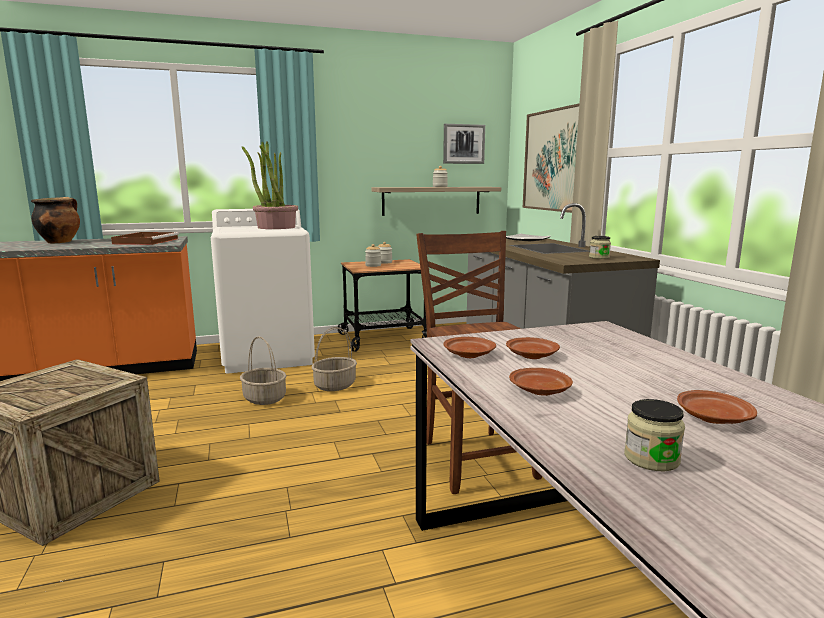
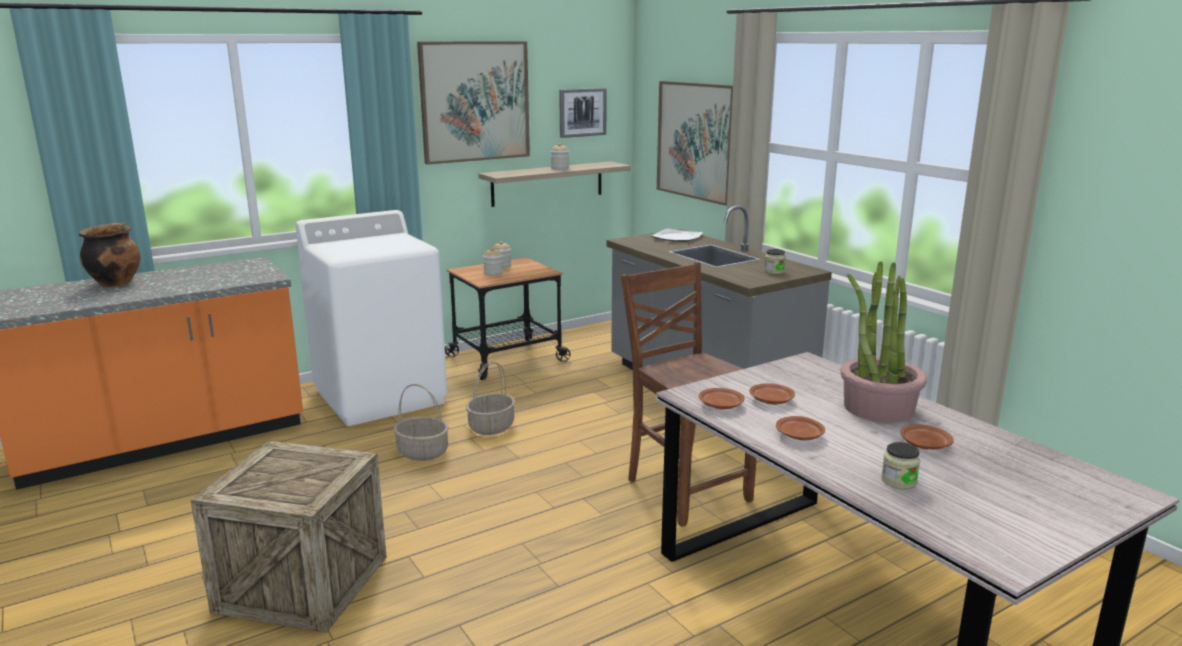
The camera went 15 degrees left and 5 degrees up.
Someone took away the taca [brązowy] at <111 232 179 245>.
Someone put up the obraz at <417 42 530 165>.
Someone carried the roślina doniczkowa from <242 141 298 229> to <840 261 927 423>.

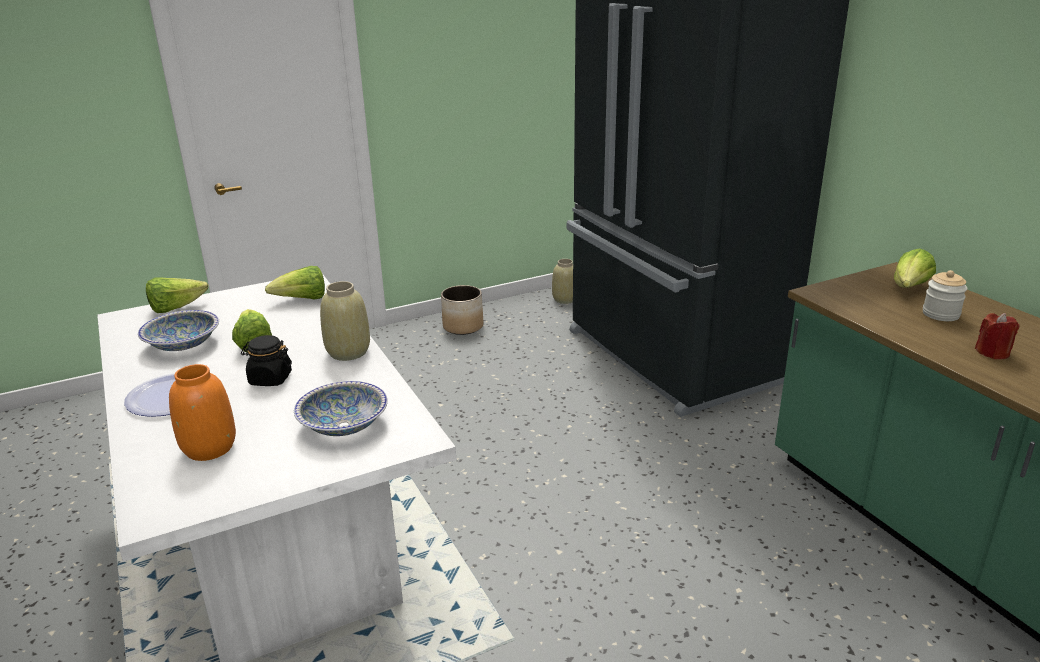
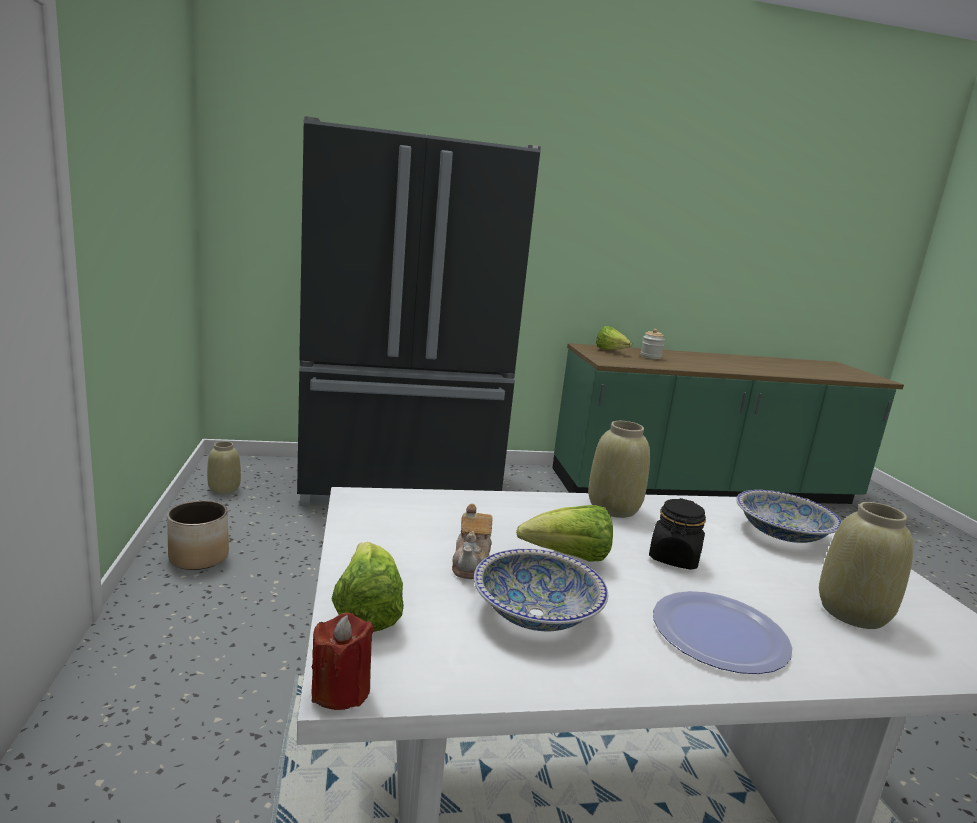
The camera went 75 degrees left and 10 degrees down.
Someone took away the sałata at <265 266 325 300>.
Someone put down the imbryk at <452 504 492 579>.
Someone carried the świeca [czerwony] from <975 313 1020 359> to <312 612 374 710>.
Someone repainted the wazon [pomarańczowy] at <169 364 236 461>, which became the wazon [beżowy] at <819 502 914 629>.

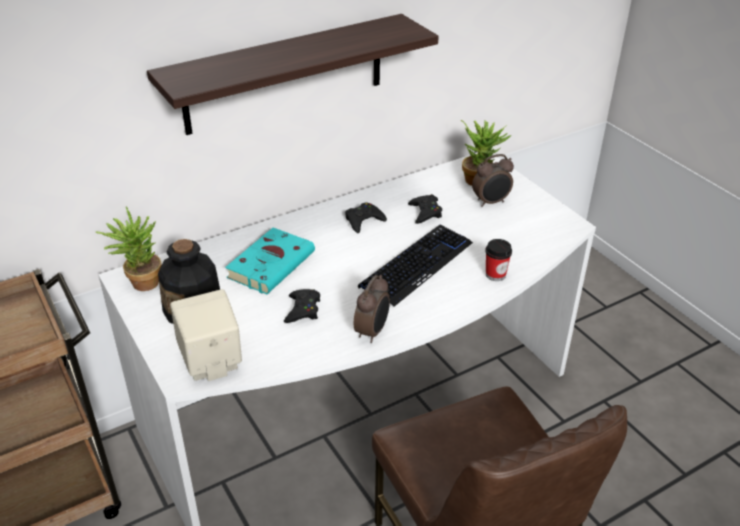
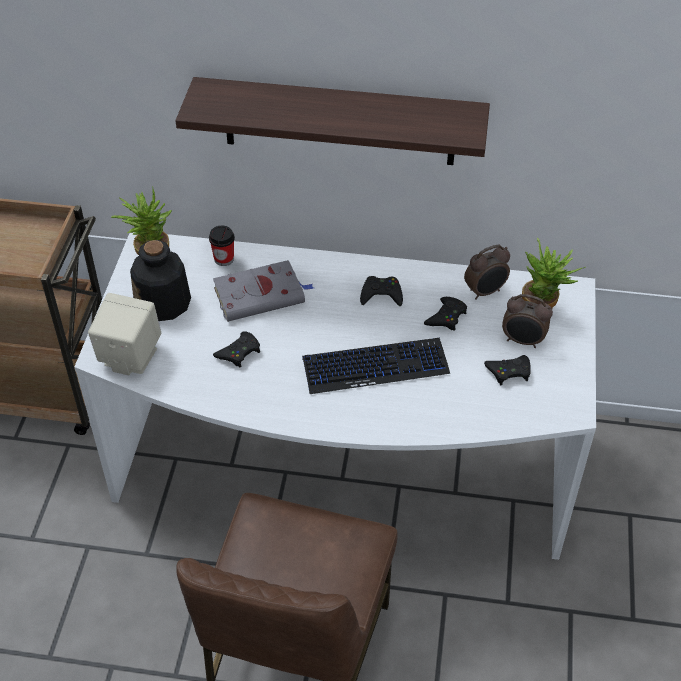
The camera went 40 degrees right and 10 degrees up.
Someone put down the pad do gier [czarny] at <484 355 531 385>.
Someone carried the budzik from <354 275 390 343> to <464 245 510 300>.
Someone carried the filiżanka from <485 239 512 281> to <209 226 235 266>.
Someone repainted the książka [turkusowy] at <225 227 315 294>, which became the książka [szary] at <213 260 314 322>.

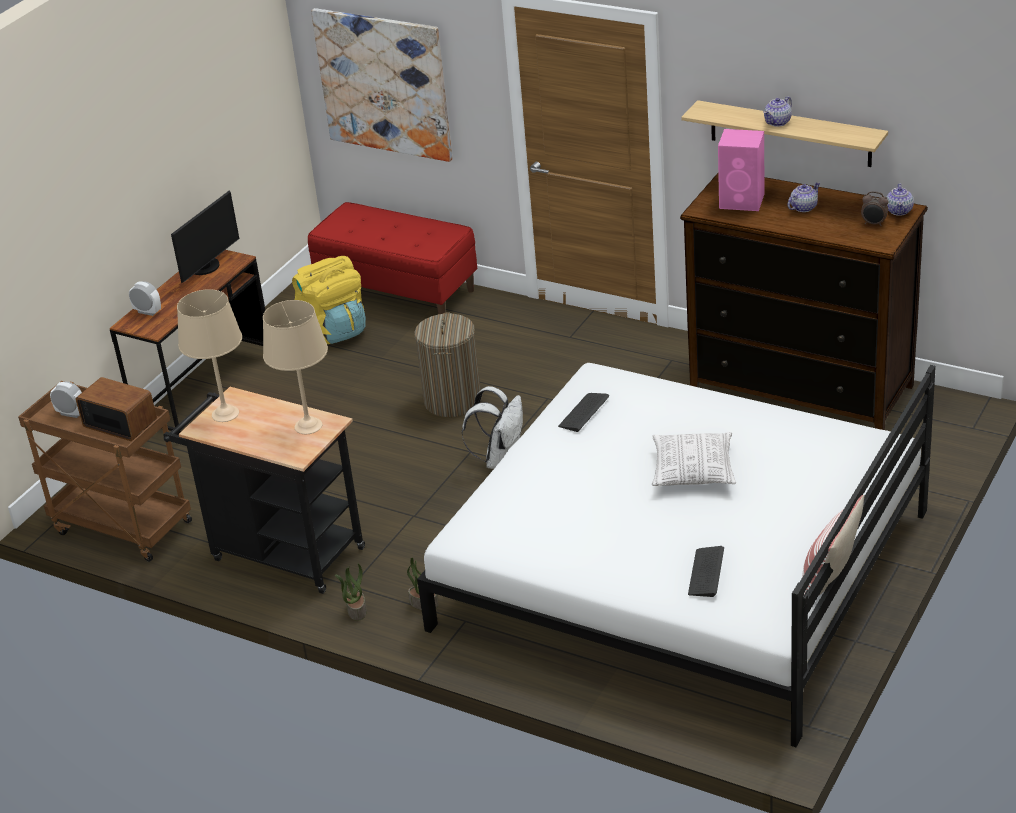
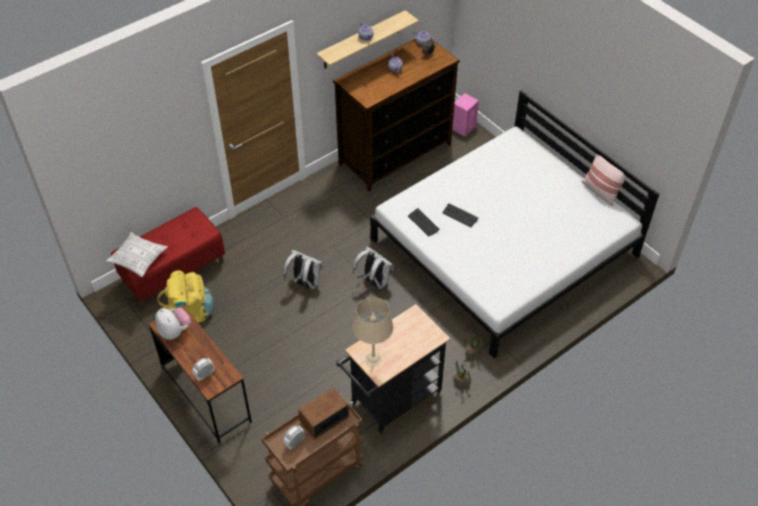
The camera went 70 degrees left and 15 degrees up.
Someone took away the lampa stołowa [beżowy] at <263 300 328 434>.
Someone took away the obraz at <311 8 453 162>.
Someone carried the poduszka from <652 432 736 486> to <106 232 168 277>.
Someone carried the klawiatura from <688 546 724 597> to <442 203 478 227>.
Someone carried the głośnik [różowy] from <718 129 764 211> to <452 93 479 136>.
Someone swapped the monitor at <171 190 239 283> for the pluszak at <155 308 191 340>.
Someone swapped the kosz na pranie at <414 312 482 417> for the plecak [biały] at <284 250 323 290>.

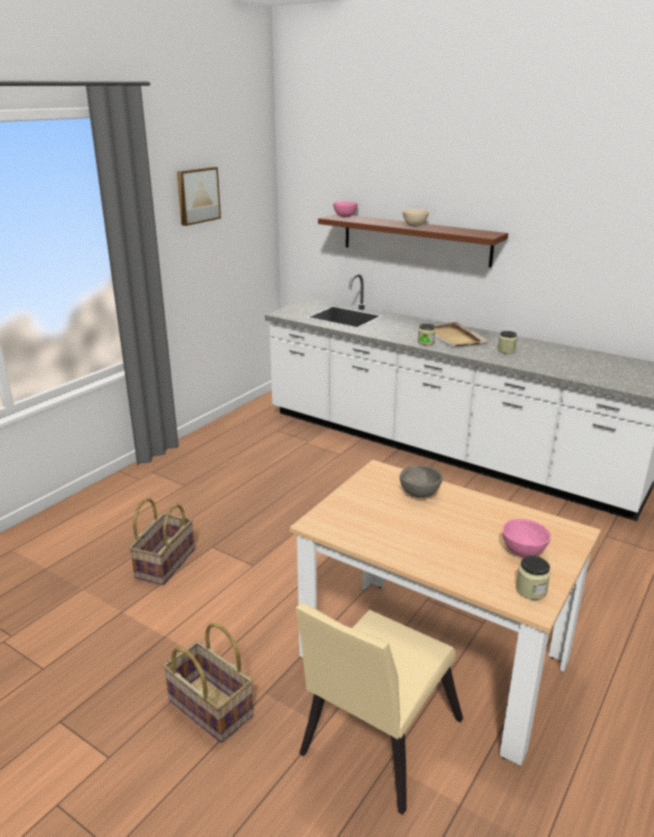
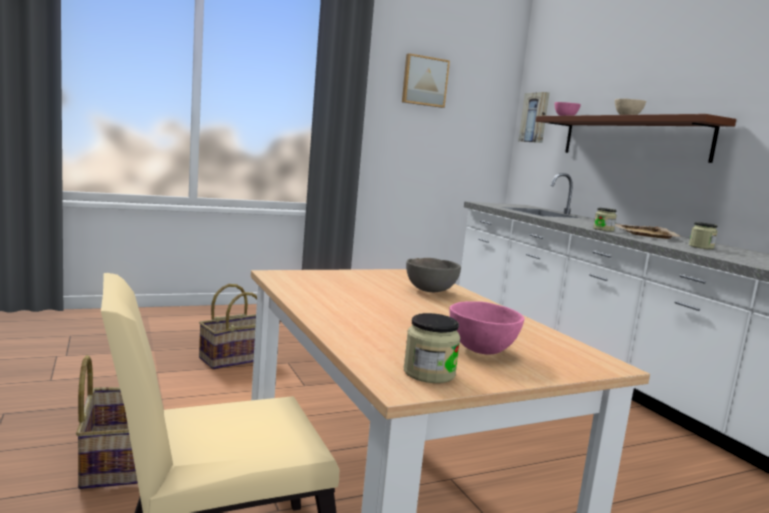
The camera went 30 degrees right and 15 degrees down.
Someone put up the obraz at <518 92 550 143>.

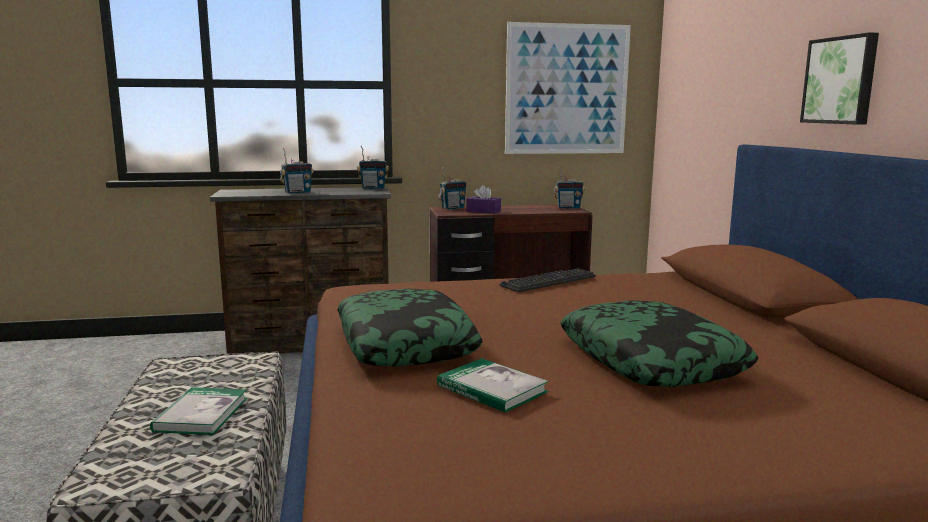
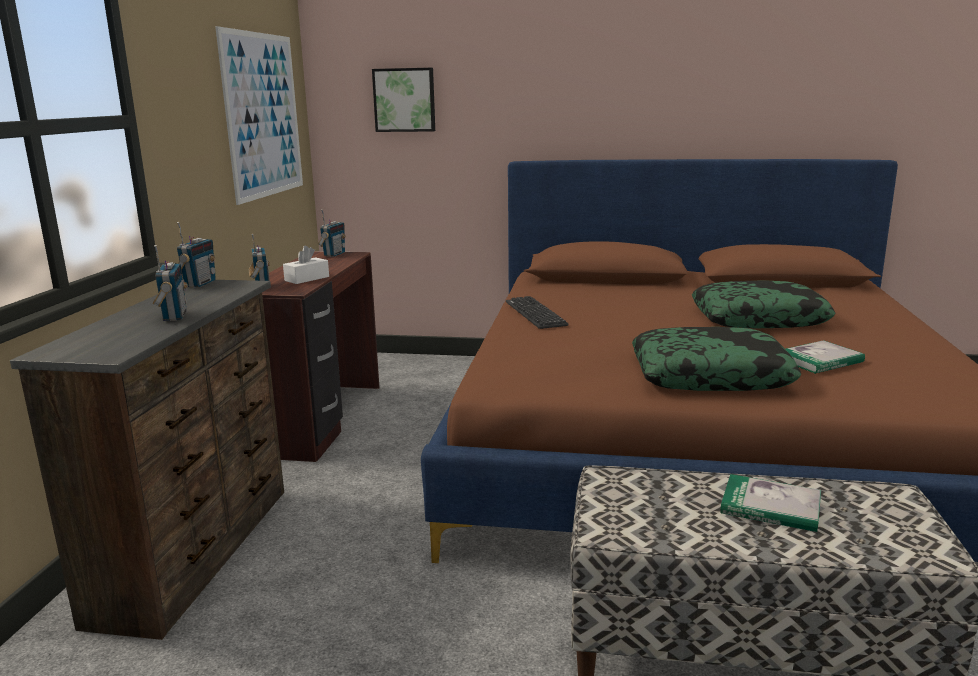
The camera went 70 degrees left and 5 degrees up.
Someone carried the obraz from <800 33 879 125> to <372 68 435 132>.
Someone repainted the pudełko chusteczek [fioletowy] at <466 185 501 214>, which became the pudełko chusteczek [biały] at <283 246 329 284>.

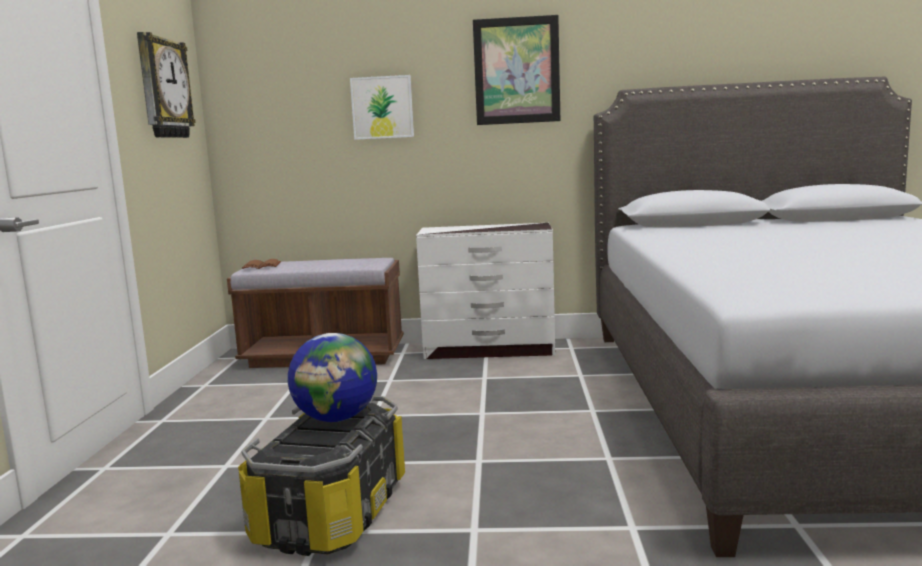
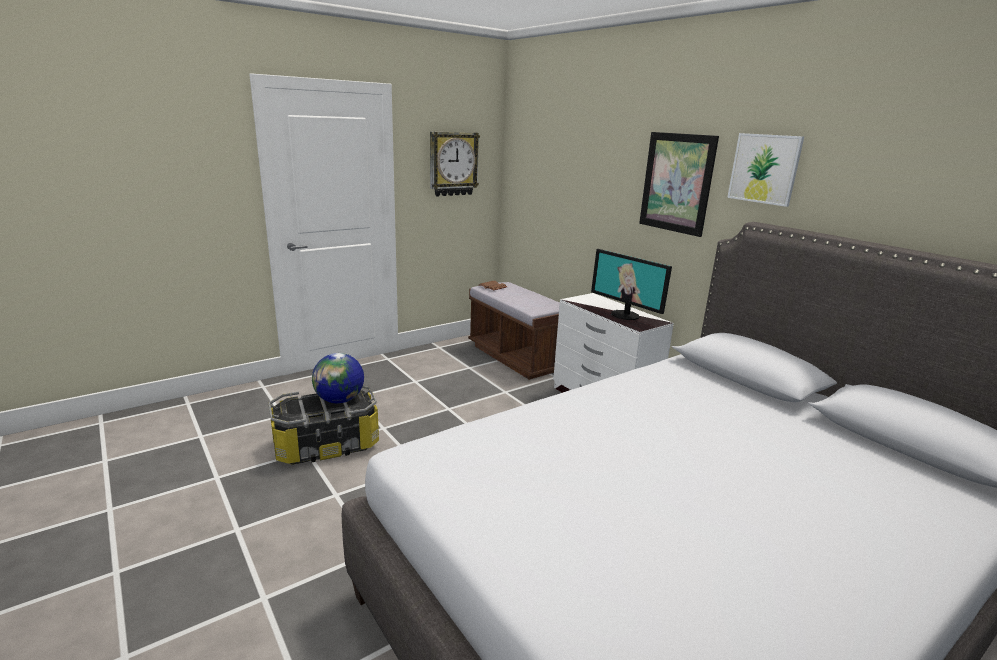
The camera went 50 degrees right and 10 degrees up.
Someone put down the monitor at <591 249 672 320>.
Someone carried the obraz from <350 75 414 140> to <727 133 804 207>.

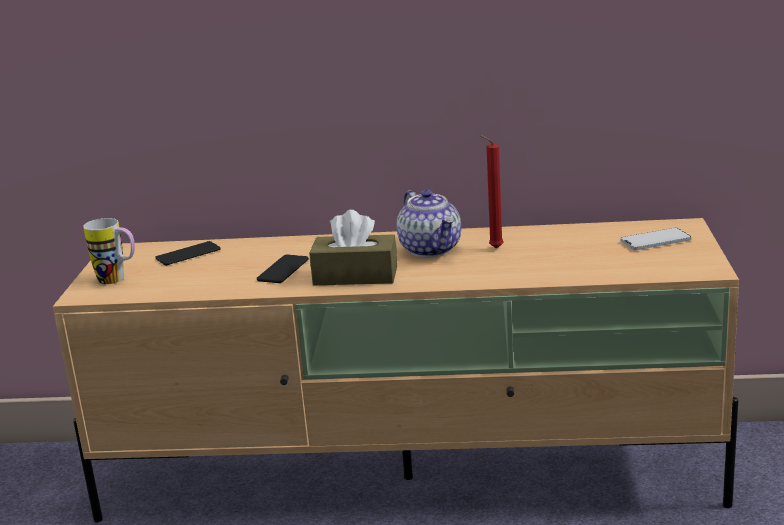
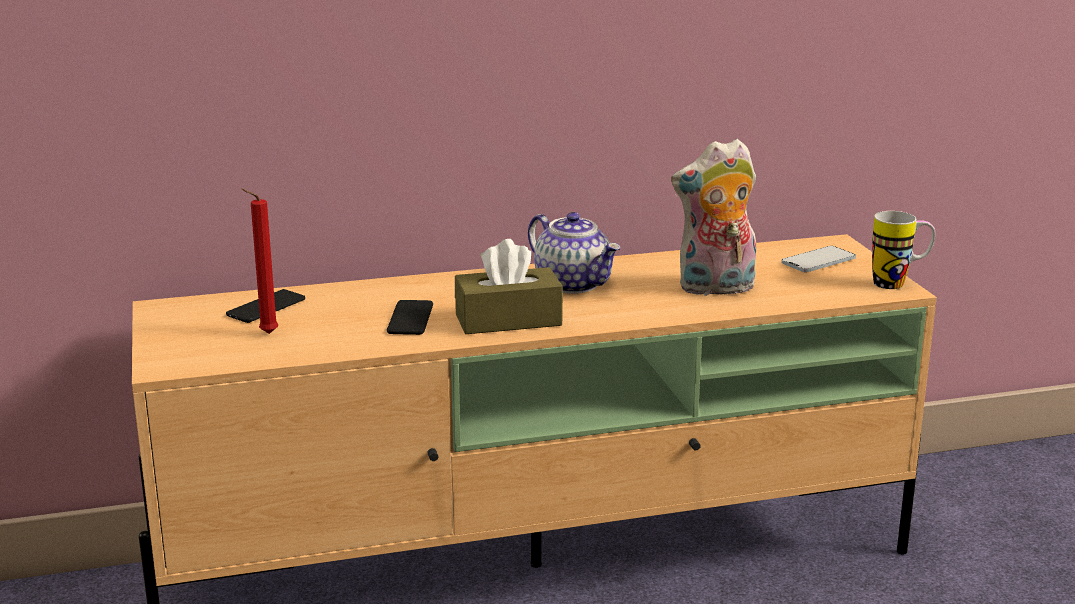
The camera went 20 degrees left and 0 degrees up.
Someone put down the pluszak at <671 139 756 297>.
Someone carried the kubek from <83 218 135 284> to <872 211 935 289>.
Someone carried the świeca [czerwony] from <479 135 503 249> to <241 188 278 334>.

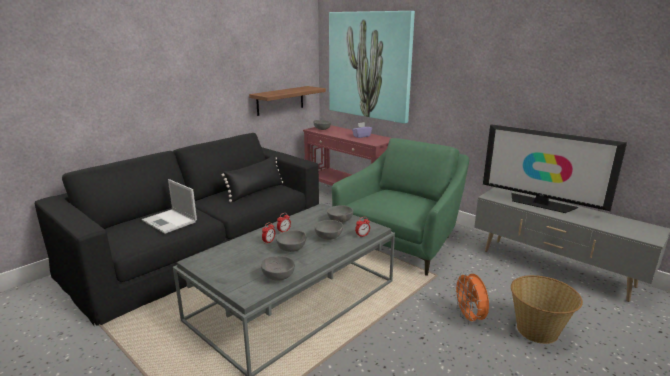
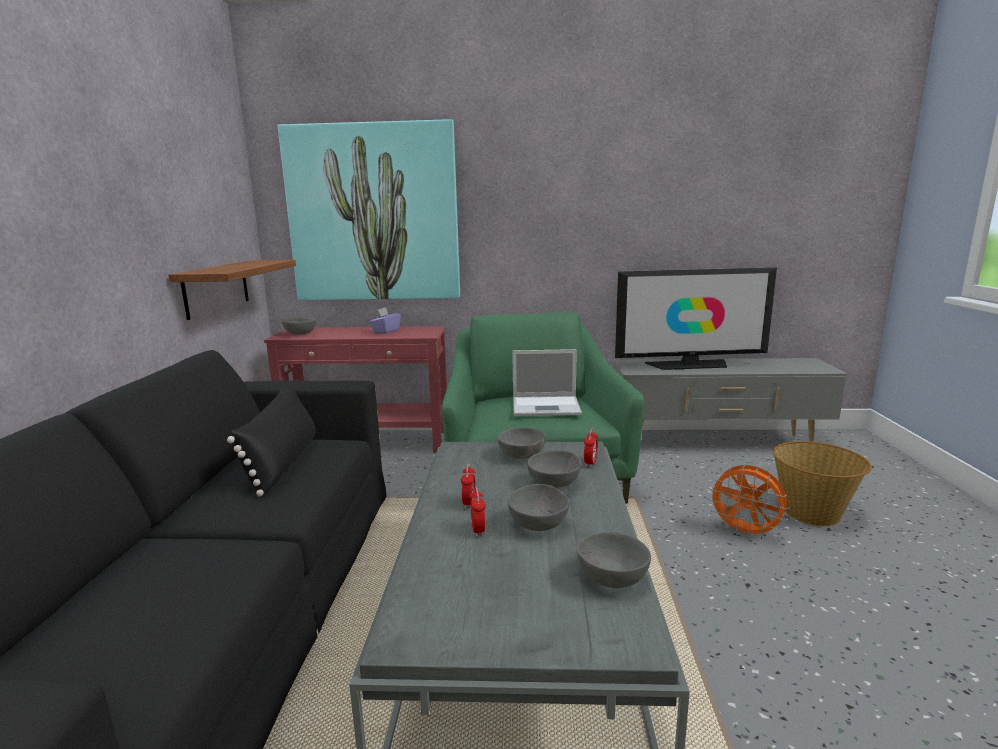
The camera went 40 degrees left and 5 degrees down.
Someone carried the laptop from <142 179 197 234> to <512 349 582 416>.

